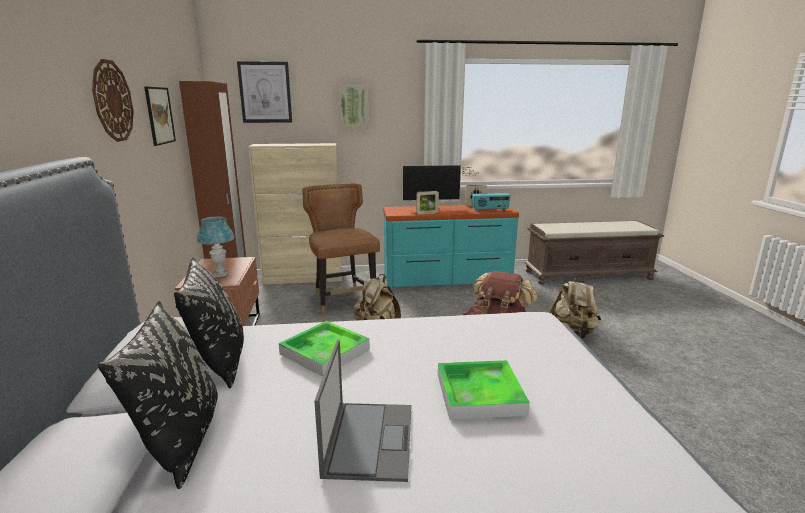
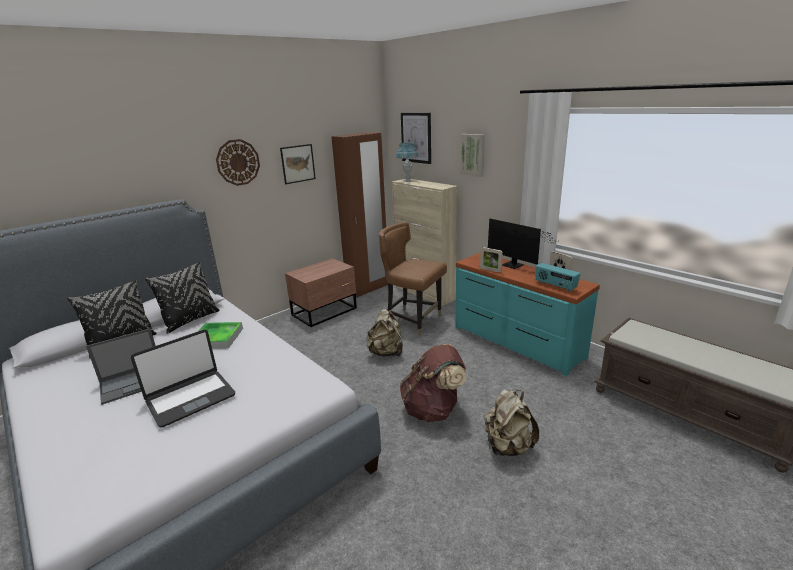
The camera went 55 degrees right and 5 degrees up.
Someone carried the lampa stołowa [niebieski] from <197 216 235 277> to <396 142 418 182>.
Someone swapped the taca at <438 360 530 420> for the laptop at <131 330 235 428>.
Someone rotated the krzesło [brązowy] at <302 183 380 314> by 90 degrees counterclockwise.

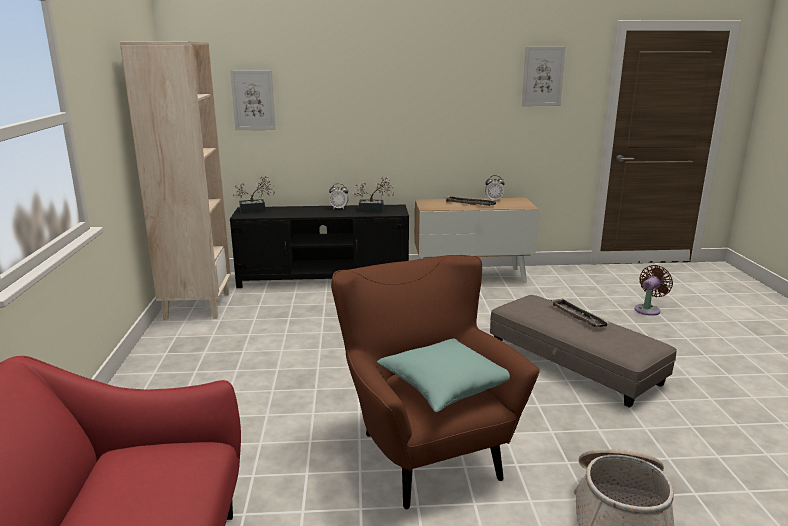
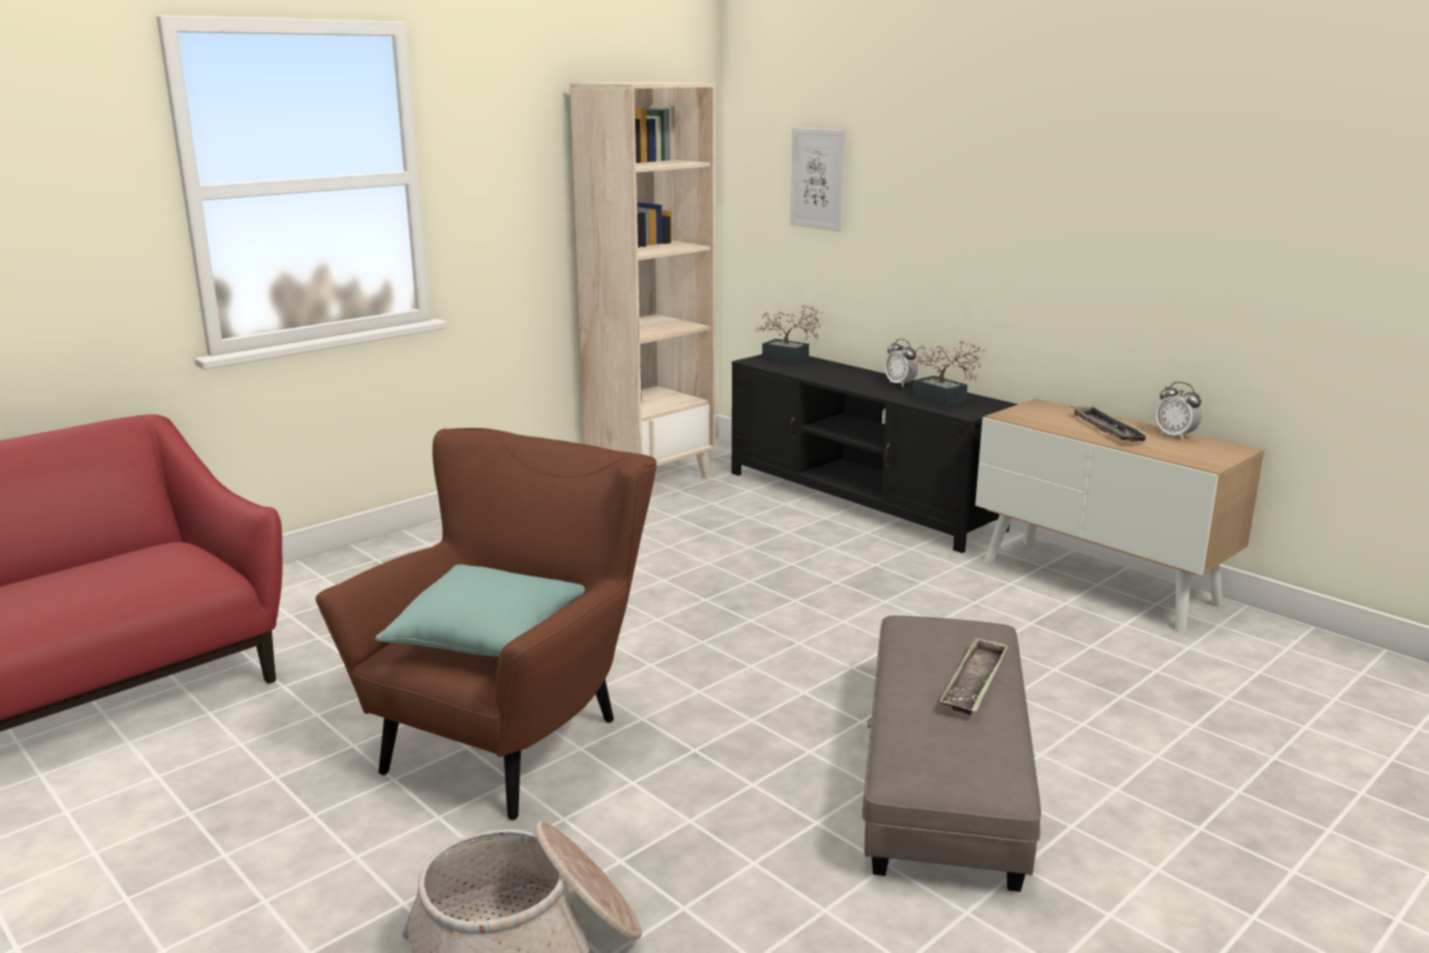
The camera went 50 degrees right and 0 degrees up.
Someone took away the obraz at <522 46 566 106>.
Someone took away the wentylator [brązowy] at <634 265 673 316>.

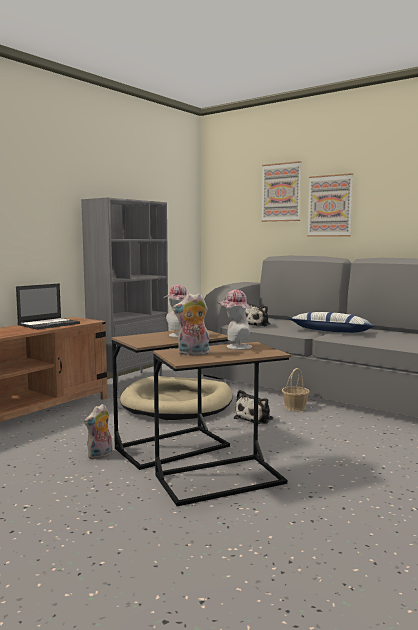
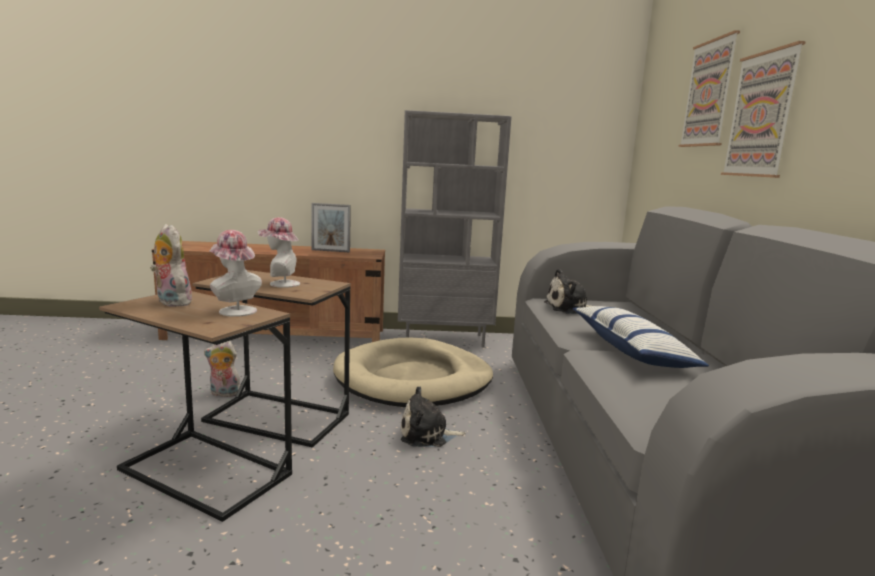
The camera went 50 degrees right and 5 degrees up.
Someone took away the koszyk at <282 368 310 411>.
Someone swapped the laptop at <16 283 80 330> for the ramka na zdjęcie at <311 203 351 252>.

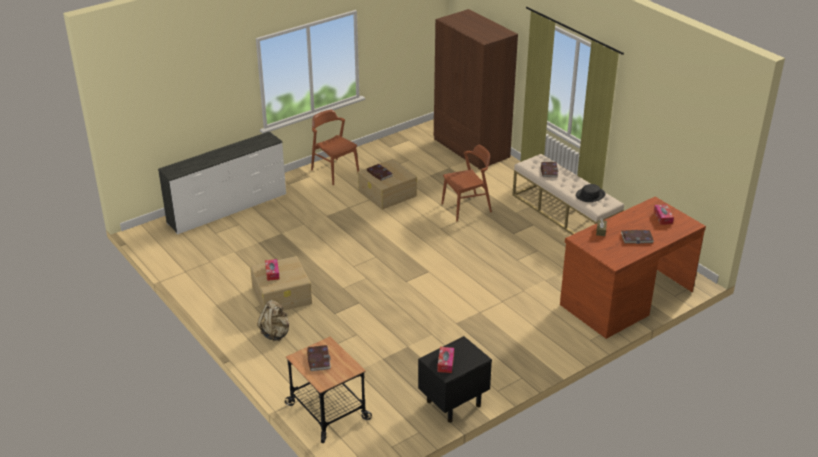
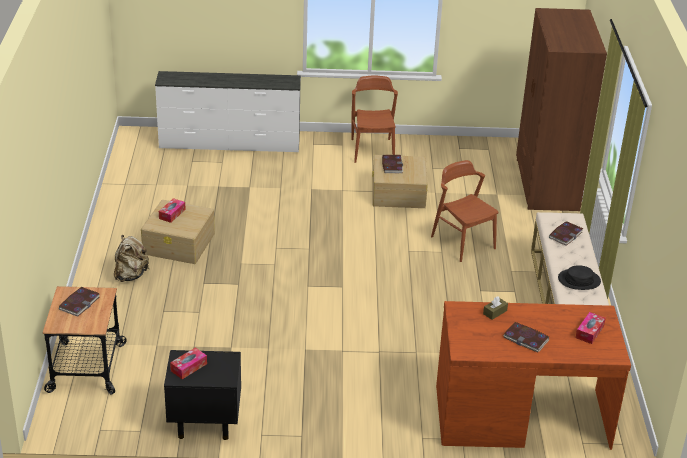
The camera went 35 degrees right and 0 degrees up.
Someone rotated the krzesło [brązowy] at <441 145 492 221> by 135 degrees counterclockwise.

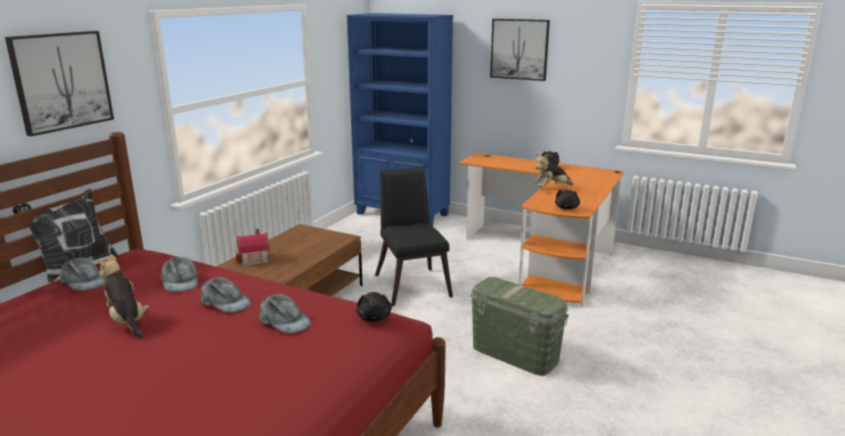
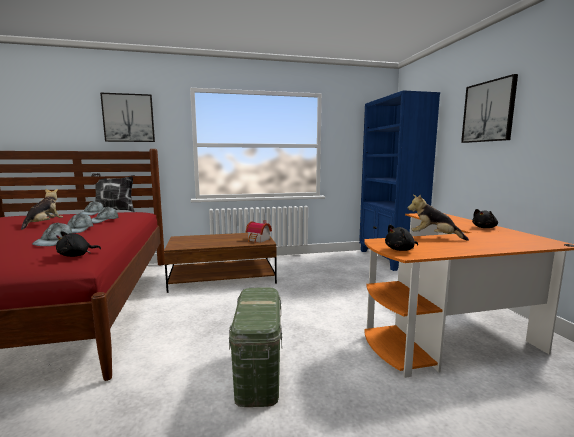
The camera went 50 degrees right and 10 degrees down.
Someone took away the krzesło [czarny] at <375 167 453 306>.
Someone carried the domek from <236 229 270 268> to <246 220 272 243>.

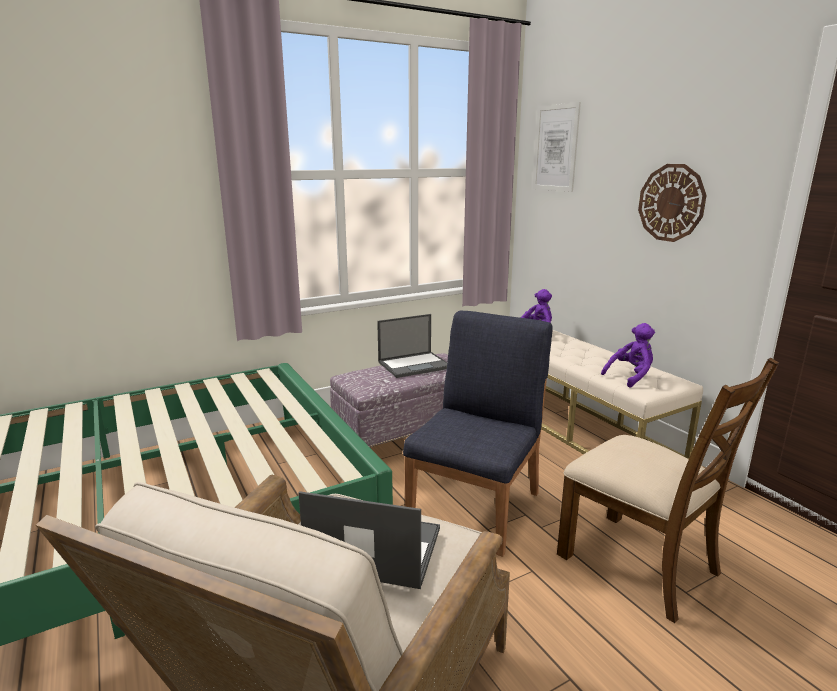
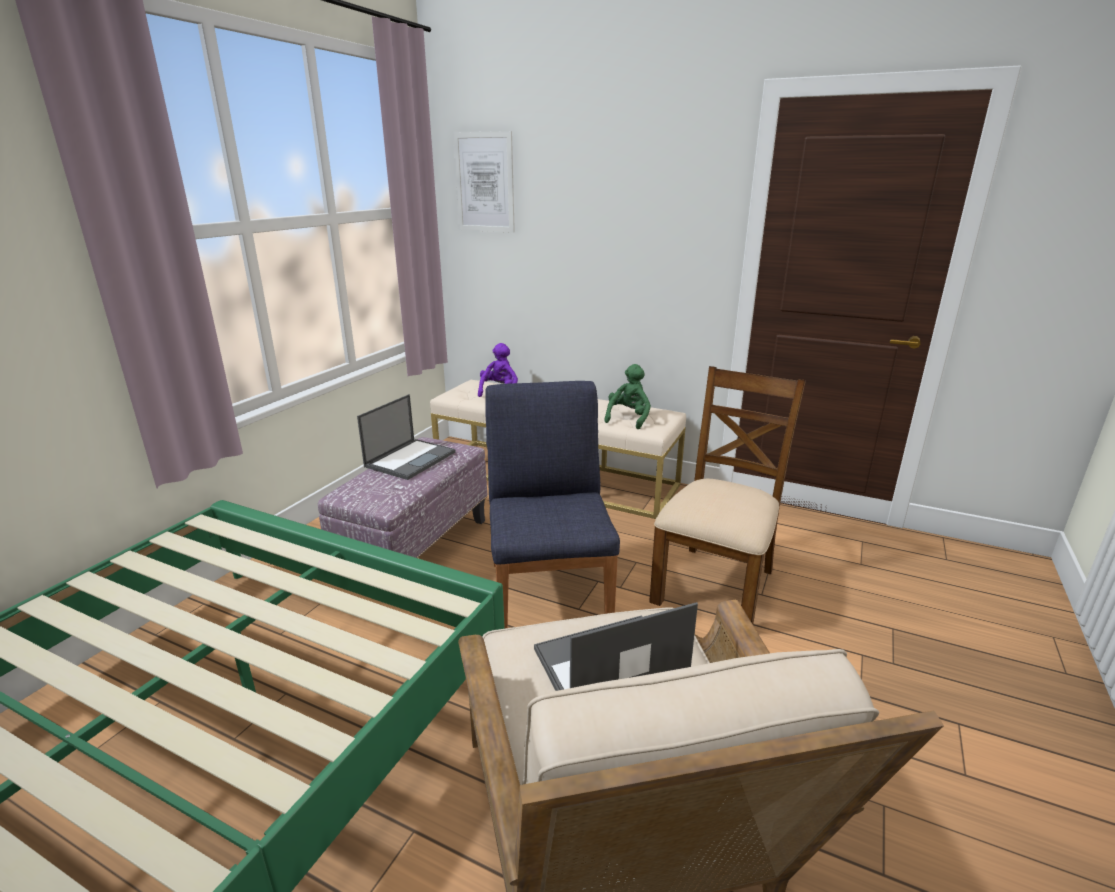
The camera went 35 degrees left and 5 degrees up.
Someone took away the zegar ścienny at <638 164 706 242>.
Someone repainted the pluszak [fioletowy] at <601 323 655 388>, which became the pluszak [zielony] at <604 364 651 429>.
Someone rotated the krzesło [brązowy] at <557 358 779 623> by 75 degrees counterclockwise.

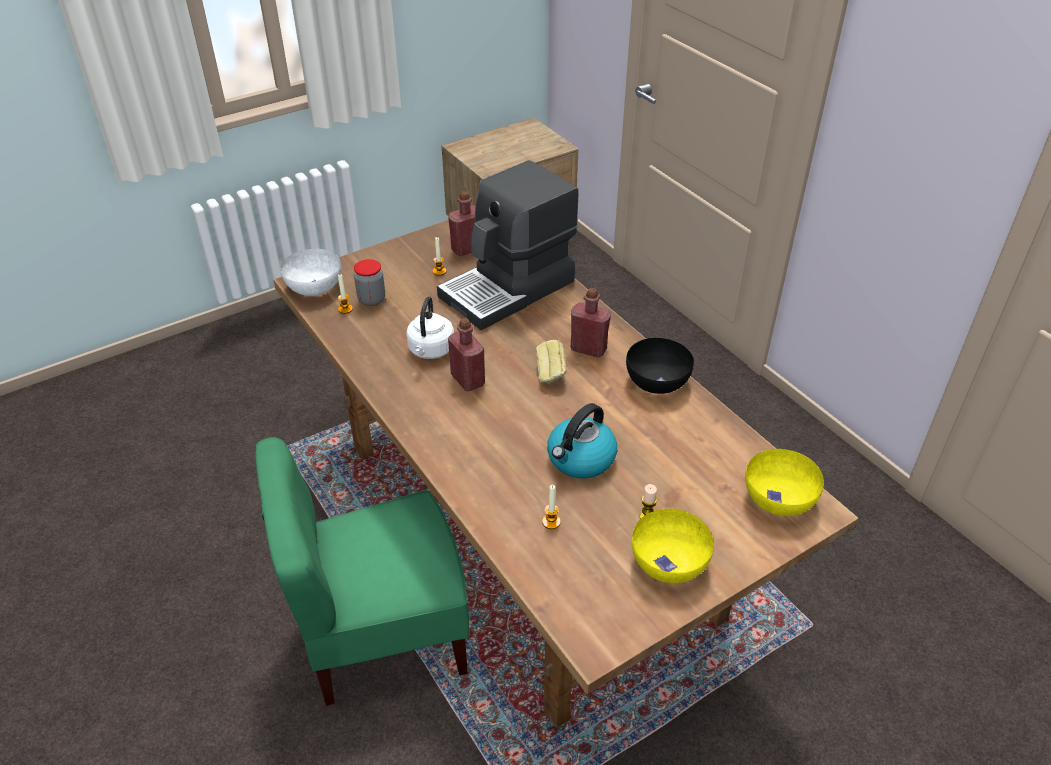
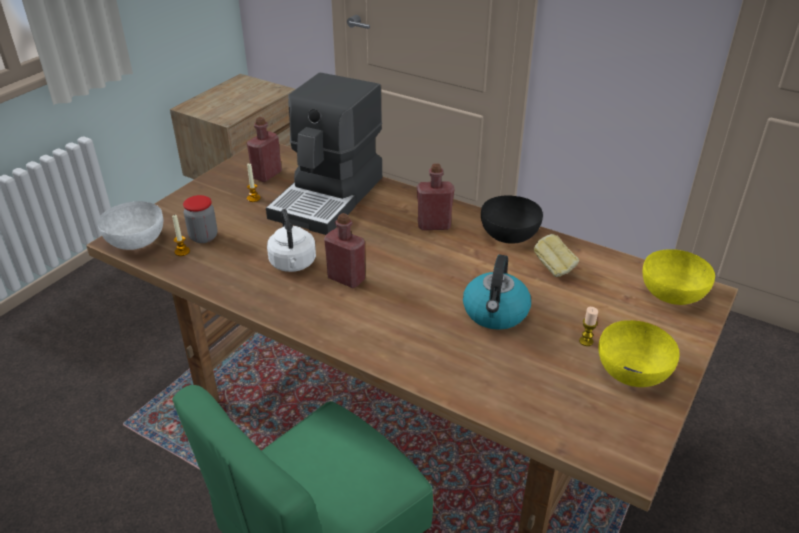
The camera went 25 degrees left and 5 degrees down.
Someone took away the świeca at <542 485 561 529>.
Someone carried the chleb from <536 340 567 384> to <534 234 579 277>.

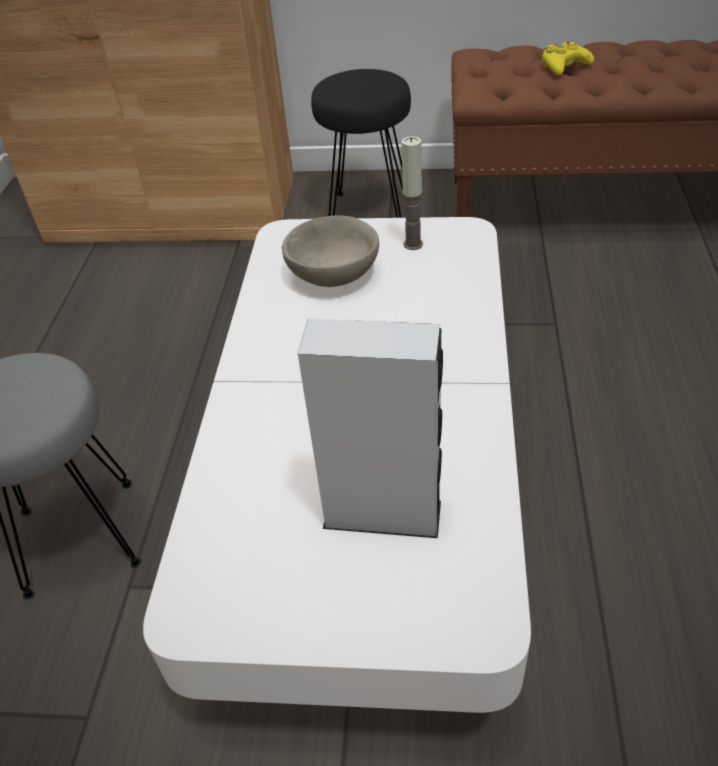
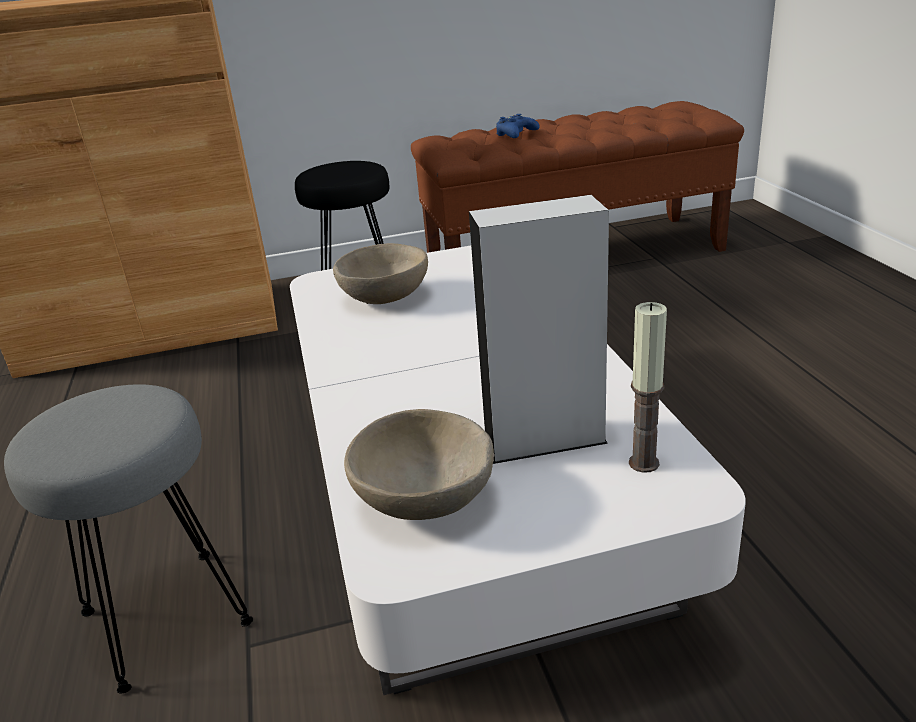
The camera went 20 degrees left and 15 degrees down.
Someone put down the miska [beżowy] at <344 409 495 520>.
Someone carried the świeca from <401 136 423 250> to <629 302 667 473>.
Someone repainted the pad do gier [żółty] at <542 42 594 75>, which became the pad do gier [niebieski] at <496 114 540 138>.

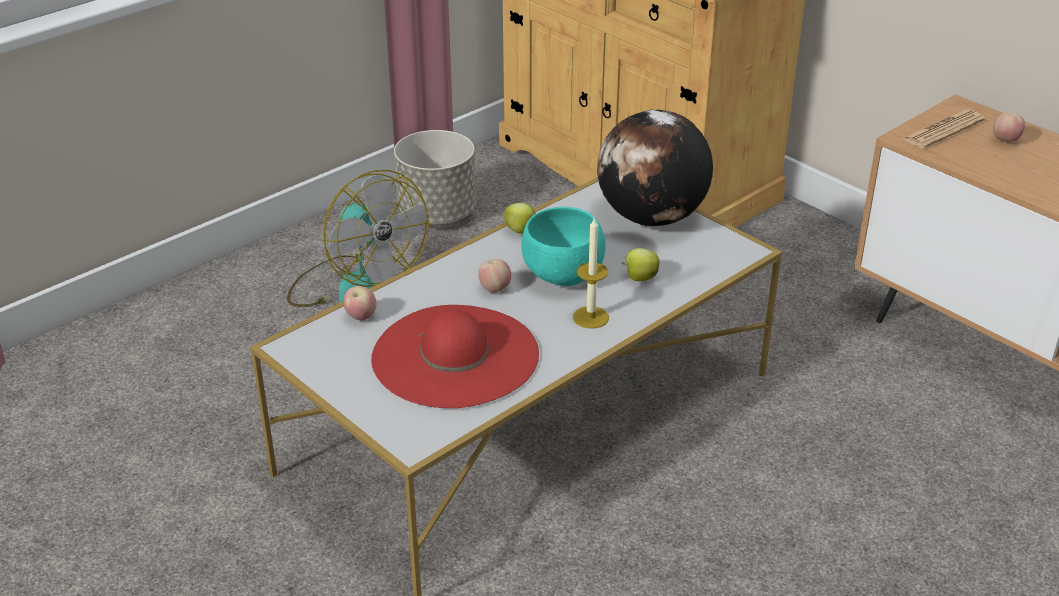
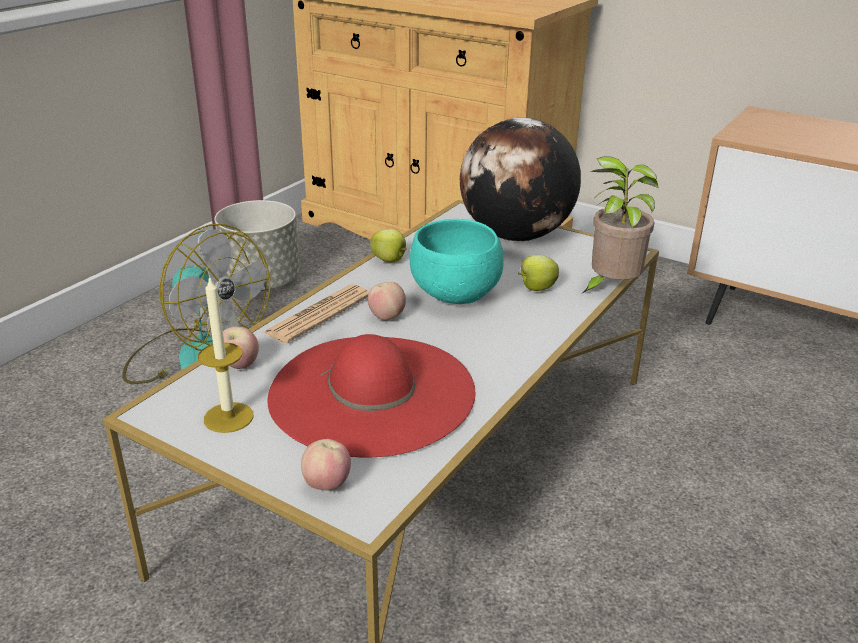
The camera went 15 degrees left and 5 degrees down.
Someone put down the roślina doniczkowa at <583 156 659 293>.
Someone carried the świeca from <573 218 609 328> to <198 275 254 433>.
Someone carried the gazeta from <901 109 985 149> to <262 284 369 343>.
Someone carried the jabłko from <993 112 1025 141> to <301 439 351 490>.

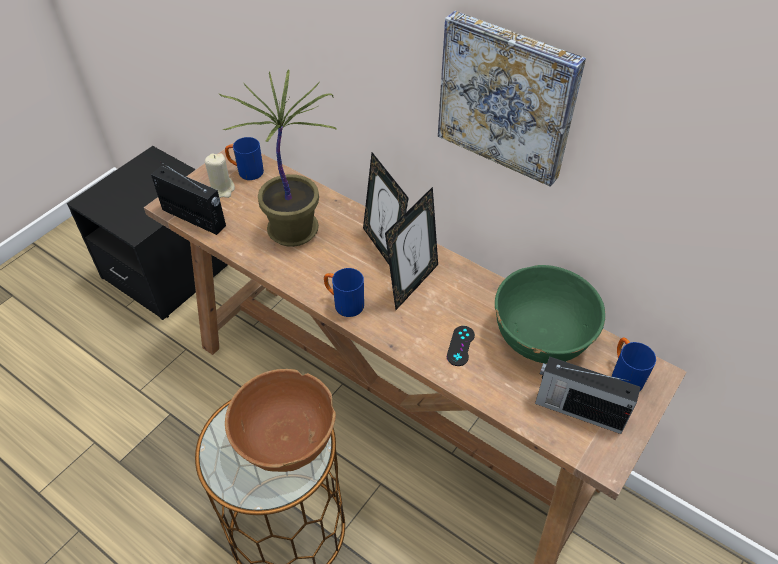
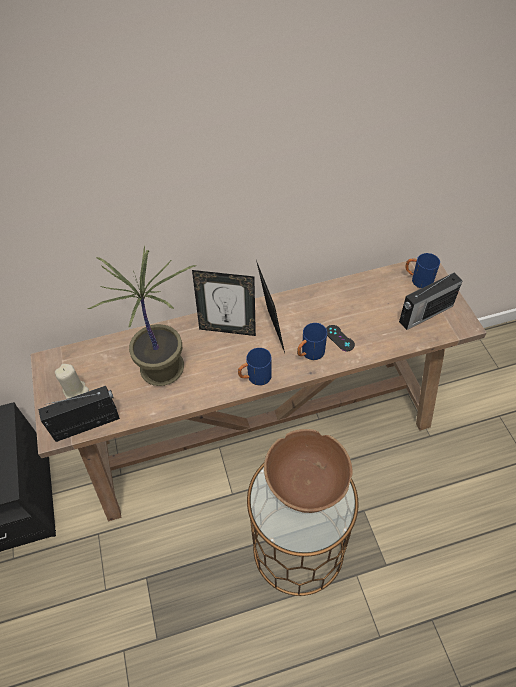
The camera went 50 degrees left and 5 degrees up.
Someone took away the obraz at <438 11 586 187>.
Someone took away the miska [zielony] at <495 265 605 364>.
Someone carried the kubek [niebieski] from <225 137 264 180> to <297 323 327 360>.

